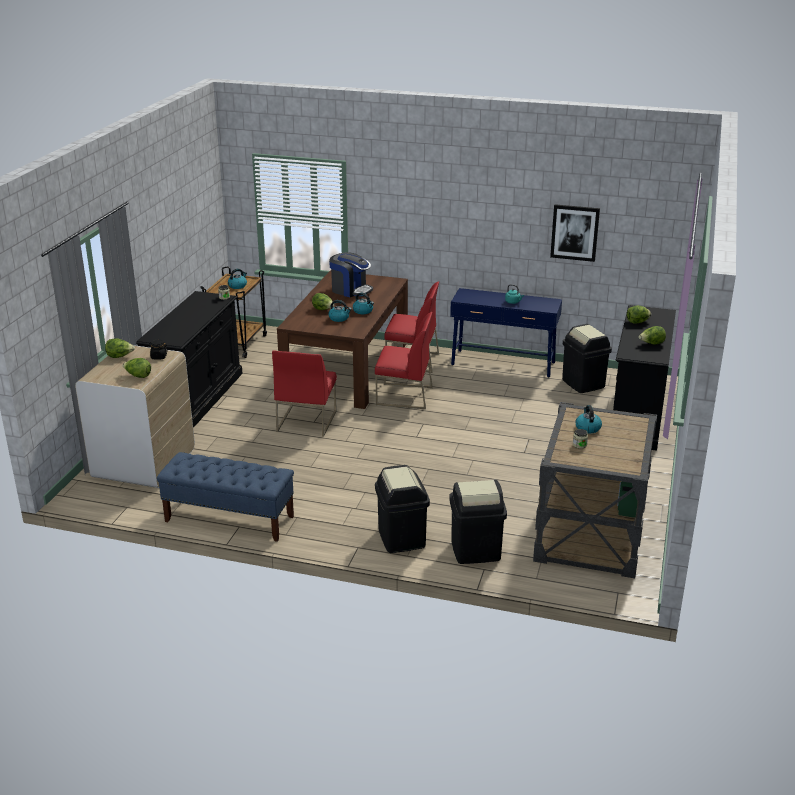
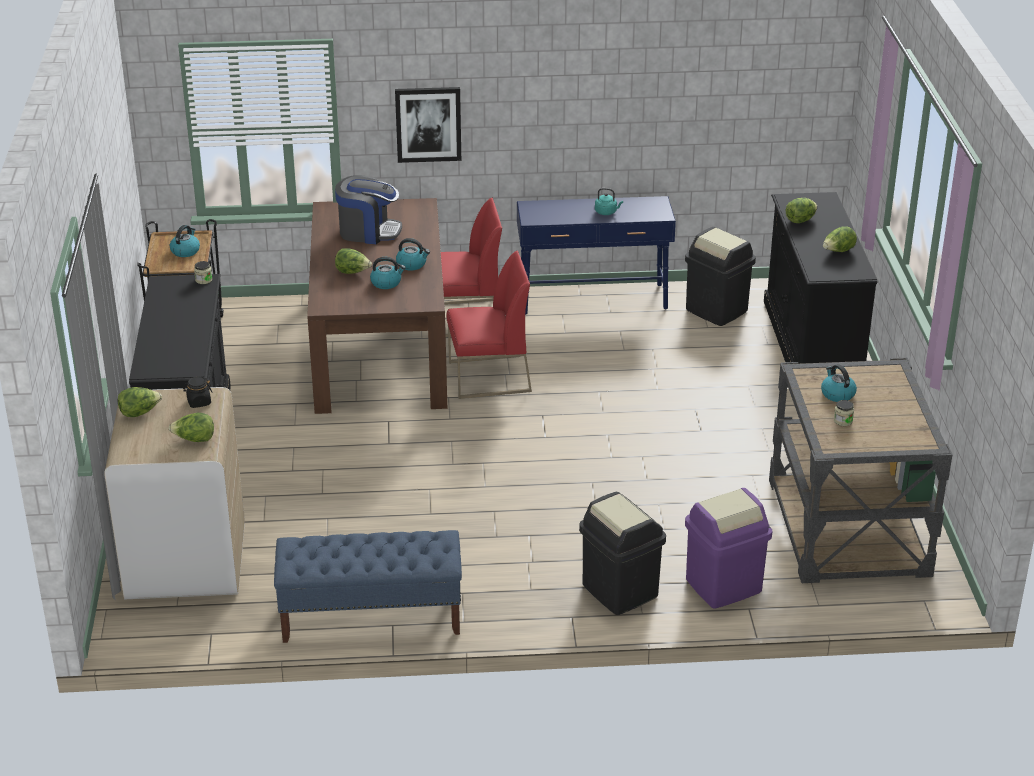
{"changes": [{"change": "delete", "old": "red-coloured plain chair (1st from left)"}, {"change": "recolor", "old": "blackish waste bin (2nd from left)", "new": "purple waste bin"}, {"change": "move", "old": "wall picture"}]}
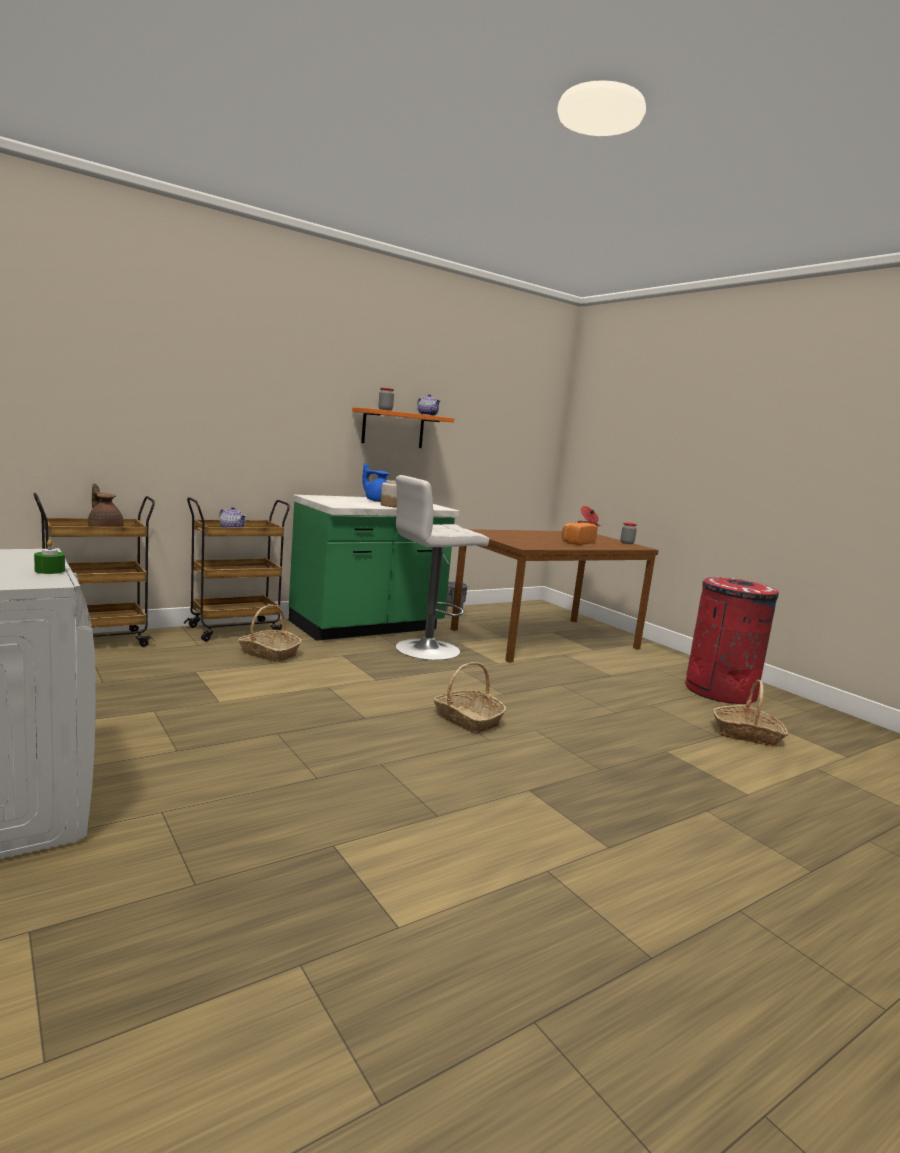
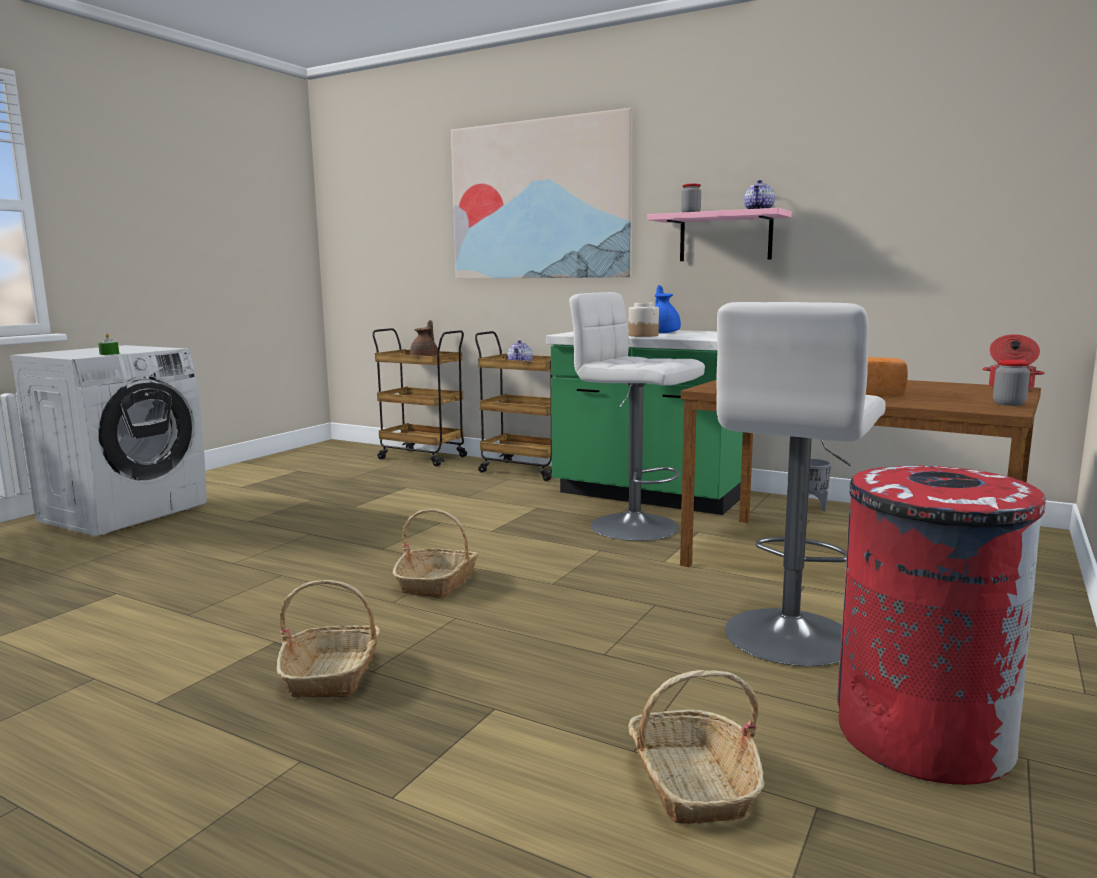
{"changes": [{"change": "move", "old": "household basket (1st from left)"}, {"change": "recolor", "old": "orange shelf", "new": "pink shelf"}, {"change": "insert", "new": "wall picture"}, {"change": "insert", "new": "white-coloured sitting stool (2nd from left)"}]}
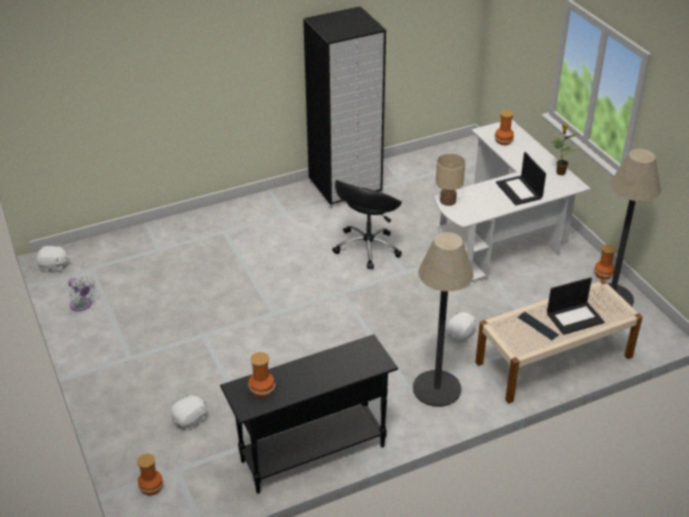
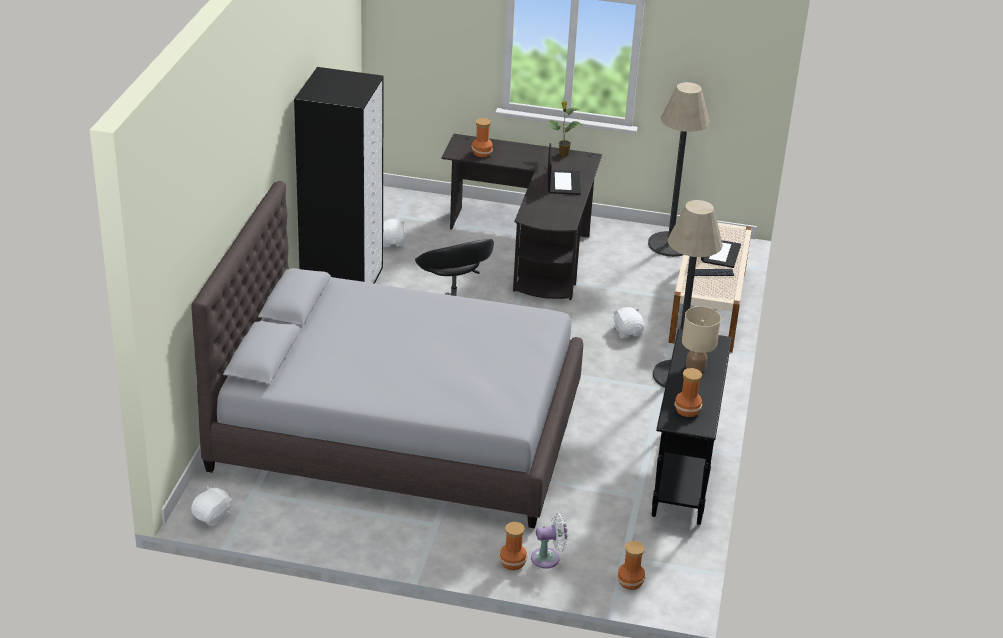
{"changes": [{"change": "move", "old": "white-coloured fan"}, {"change": "move", "old": "white-coloured soft toy (2nd from left)"}, {"change": "recolor", "old": "white-coloured desk unit", "new": "blackish desk unit"}, {"change": "move", "old": "sand-coloured table lamp"}, {"change": "rotate", "old": "portable computer (1st from left)", "degrees": -105}, {"change": "move", "old": "decorative vase (4th from left in the first image)", "new": "decorative vase (2nd from left)"}, {"change": "insert", "new": "grey sleeping bed"}]}
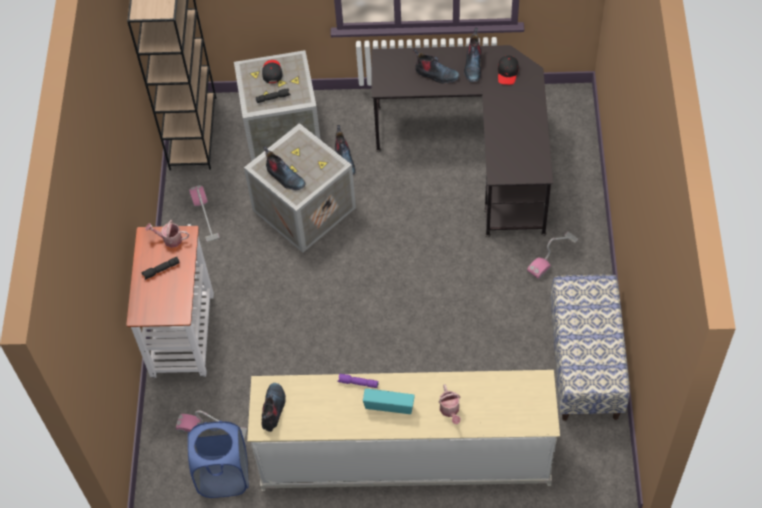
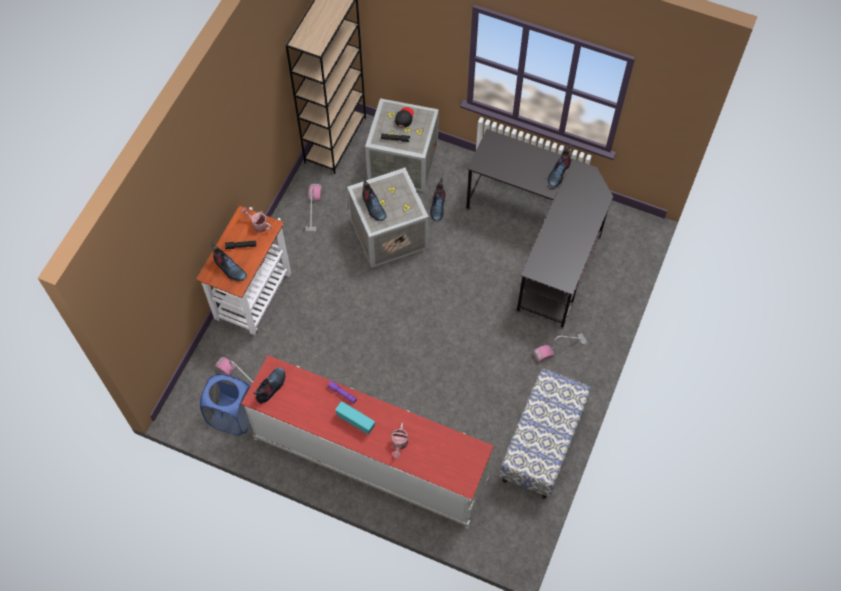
{"changes": [{"change": "recolor", "old": "sand-coloured cupboard", "new": "red-coloured cupboard"}, {"change": "move", "old": "high-top boot (4th from left in the first image)", "new": "high-top boot (1st from left)"}, {"change": "delete", "old": "blackish peaked cap (2nd from left)"}]}
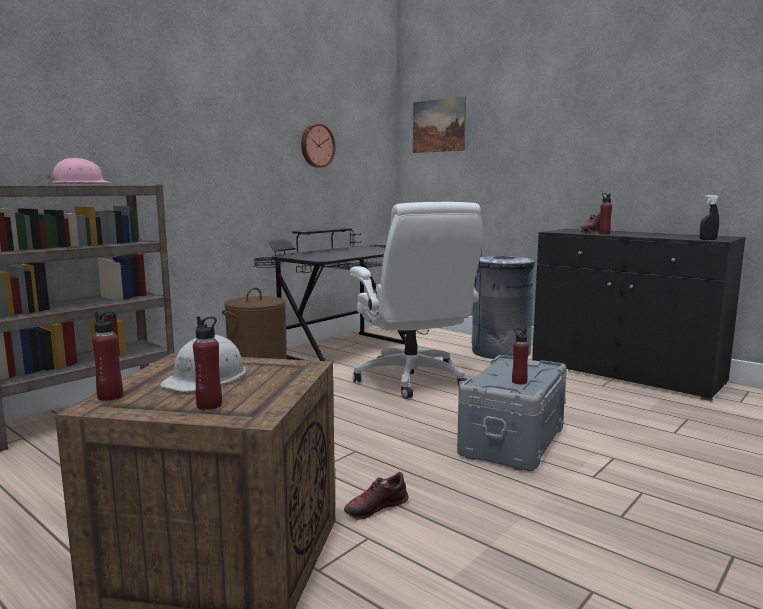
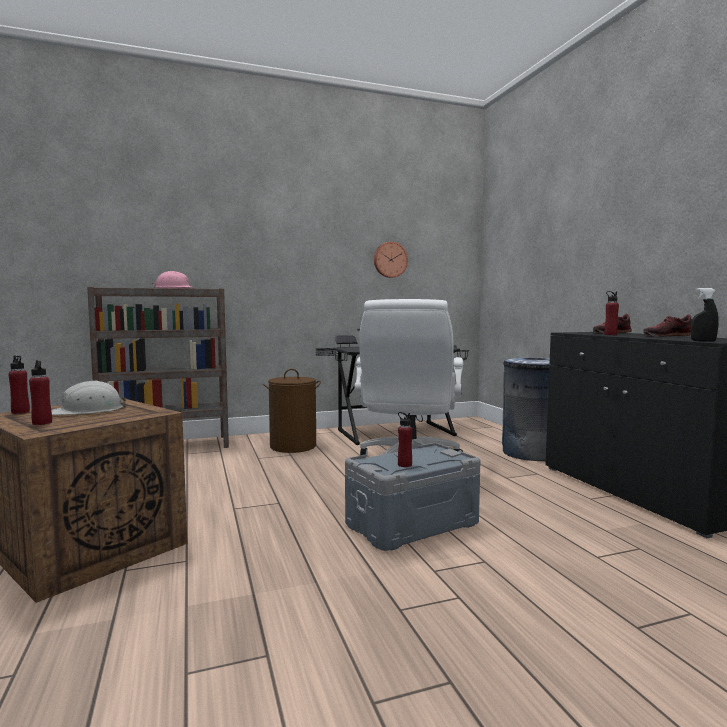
{"changes": [{"change": "move", "old": "shoe (1st from left in the first image)", "new": "shoe (2nd from left)"}, {"change": "delete", "old": "wall picture"}]}
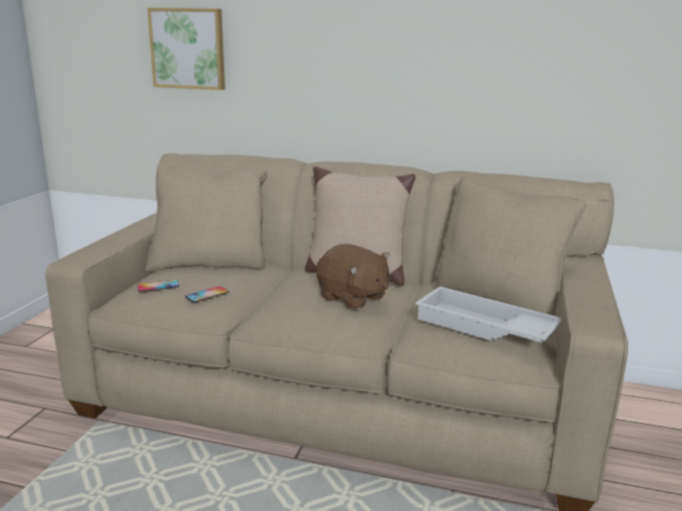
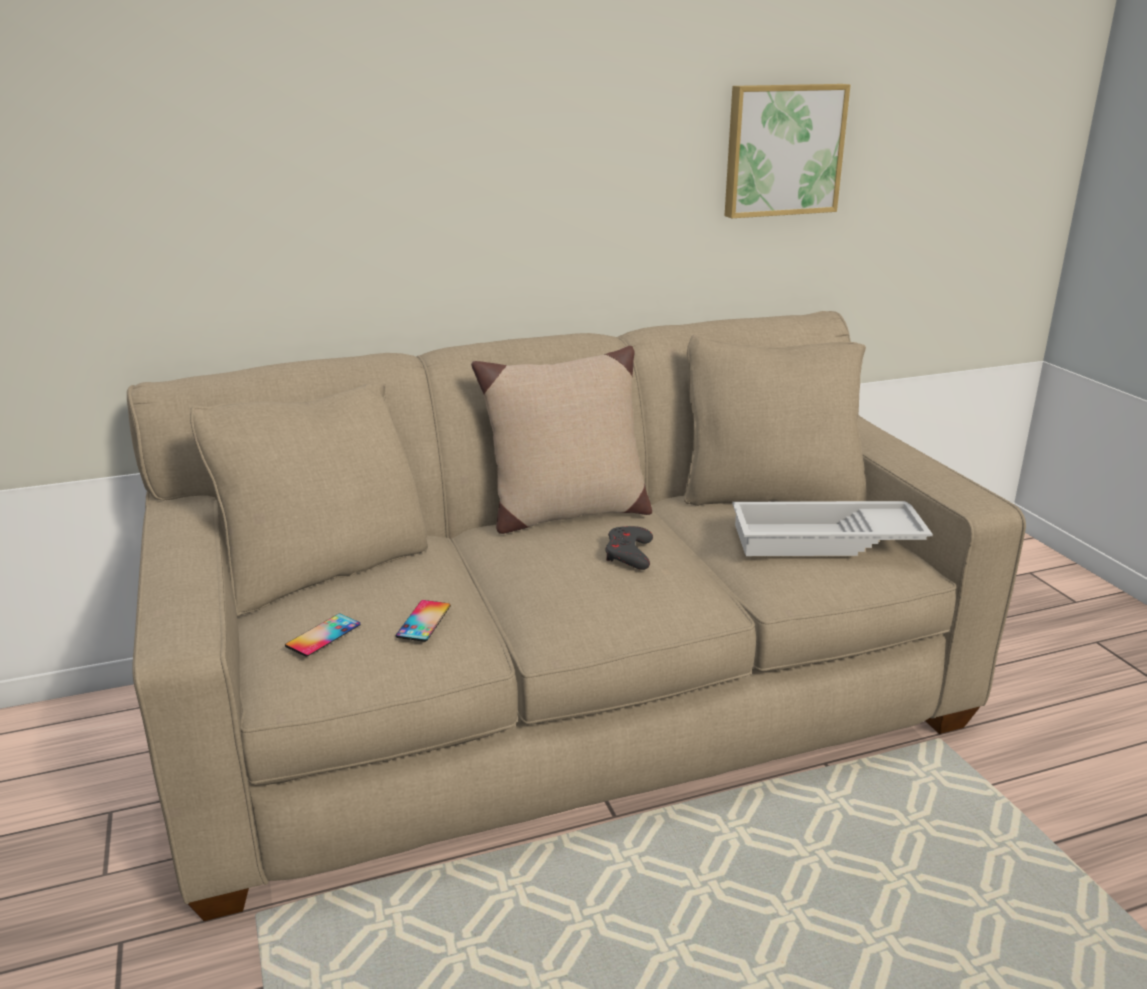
{"changes": [{"change": "move", "old": "wall picture"}, {"change": "replace", "old": "brown-coloured soft toy", "new": "grey joypad"}]}
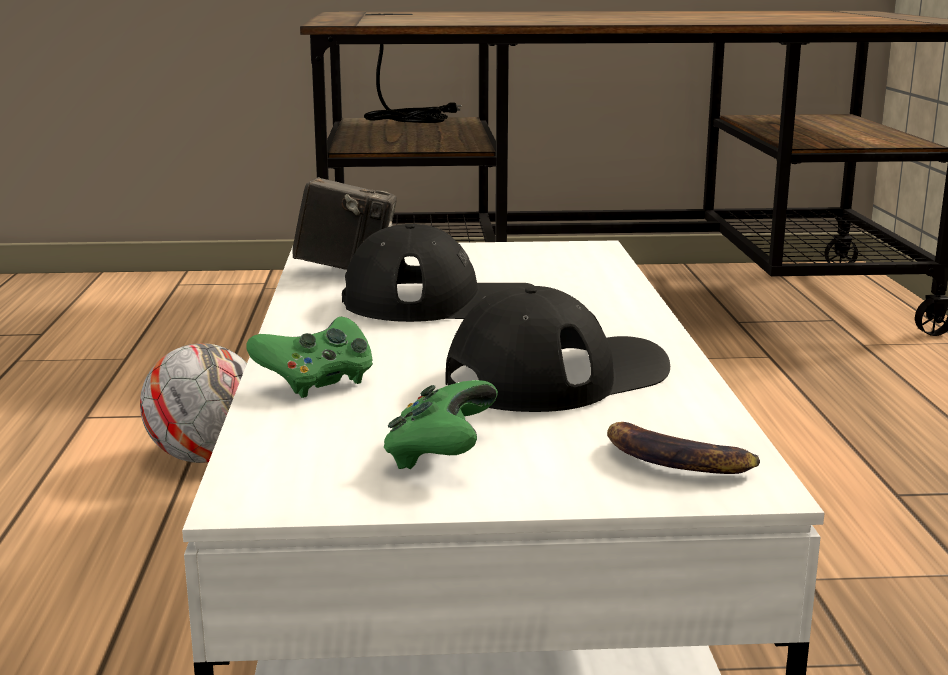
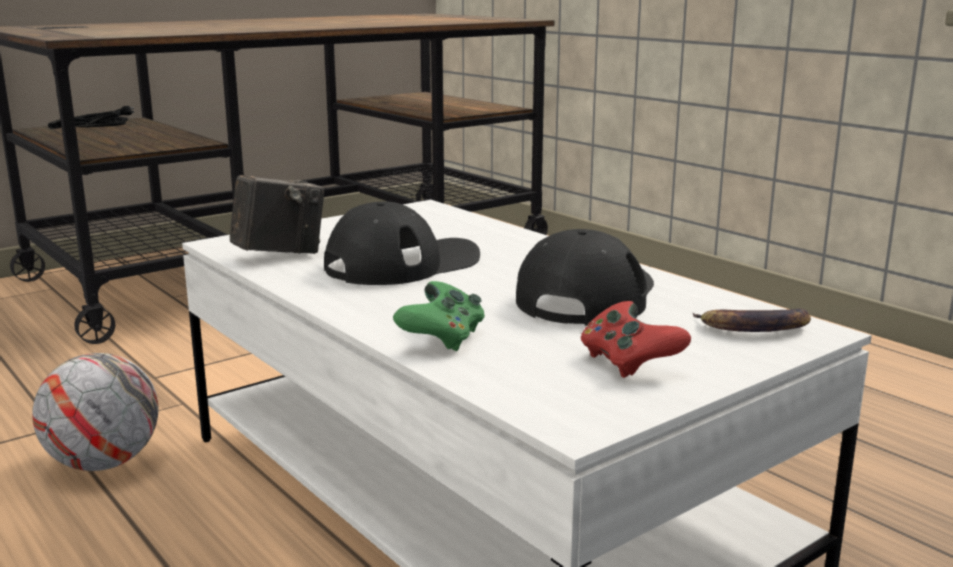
{"changes": [{"change": "recolor", "old": "greenish joypad (2nd from left)", "new": "red-coloured joypad"}]}
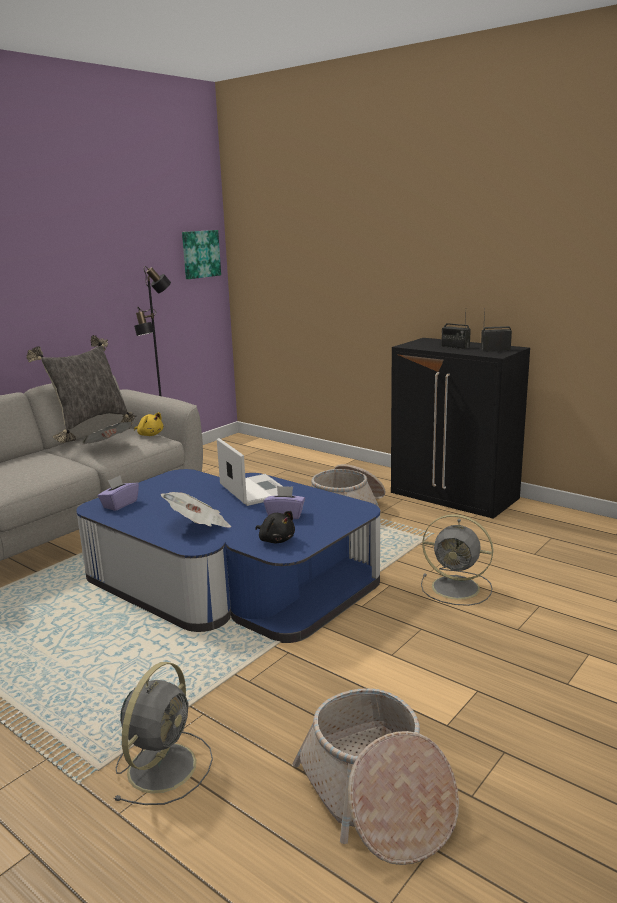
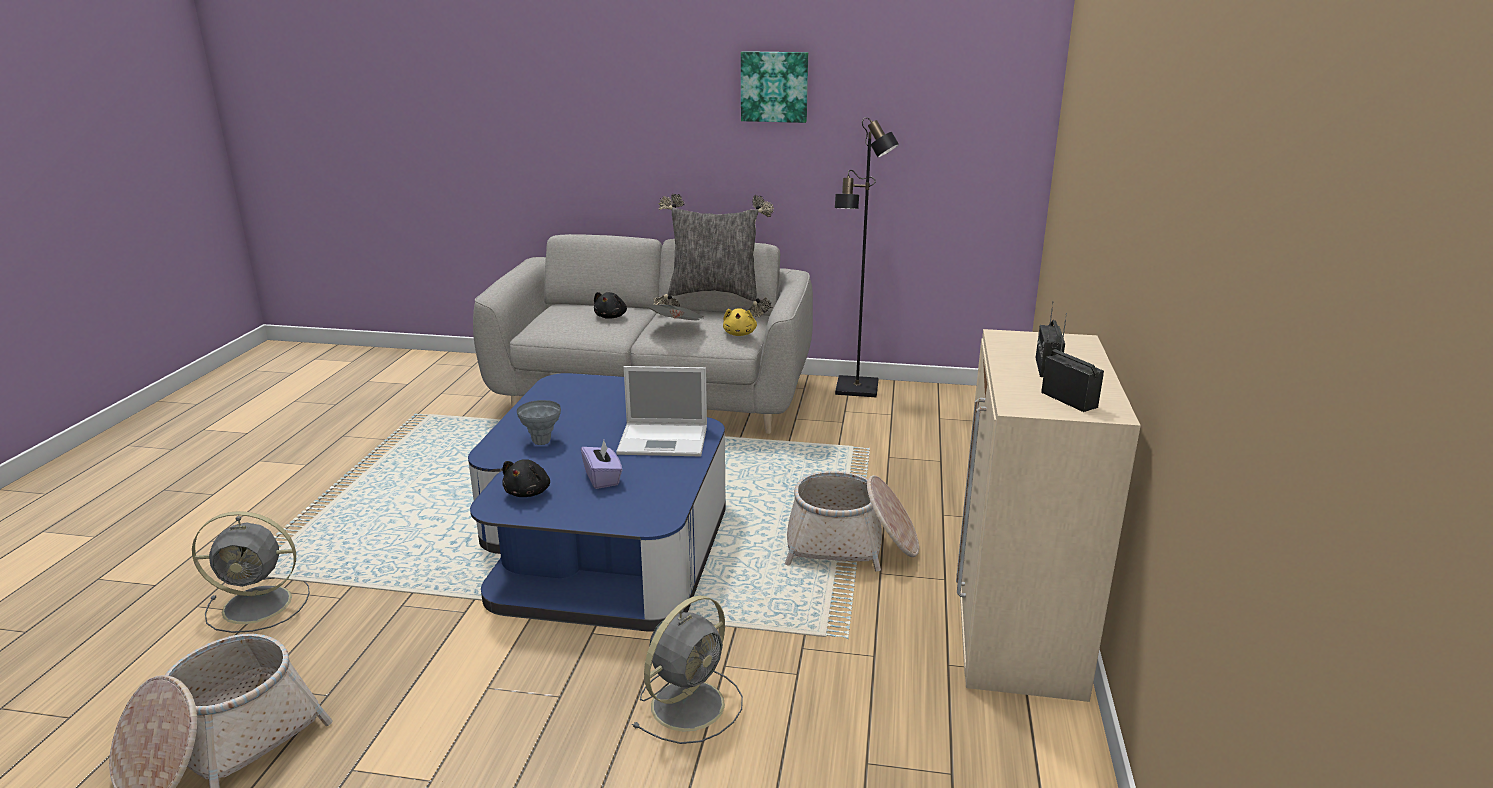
{"changes": [{"change": "delete", "old": "purple box of tissues (1st from left)"}, {"change": "replace", "old": "daily paper (2nd from left)", "new": "grey decorative vase"}, {"change": "move", "old": "wall picture"}, {"change": "rotate", "old": "portable computer", "degrees": 60}, {"change": "recolor", "old": "blackish cupboard", "new": "sand-coloured cupboard"}, {"change": "rotate", "old": "grey fan (2nd from left)", "degrees": -135}, {"change": "insert", "new": "blackish soft toy (2nd from left)"}]}
